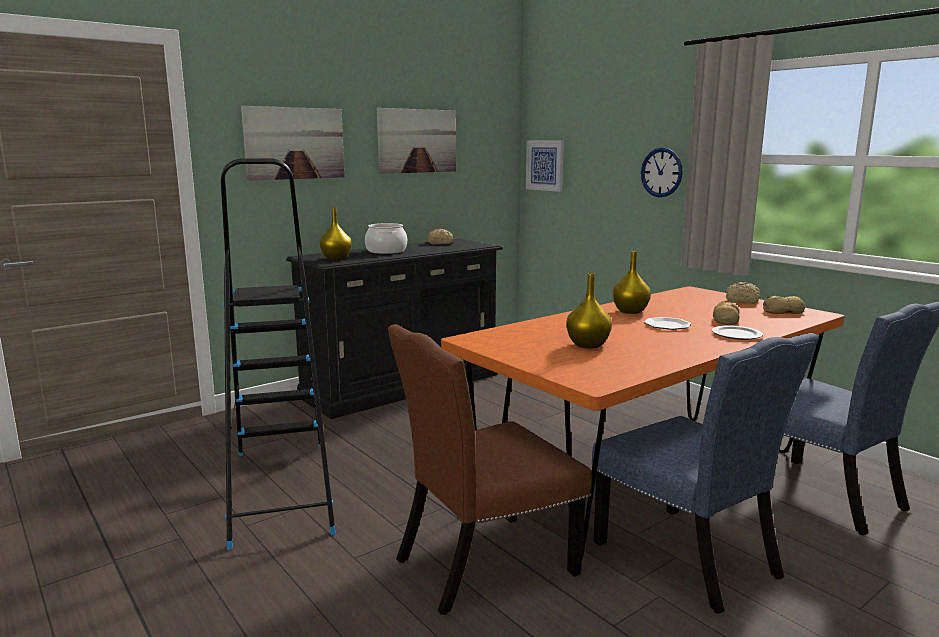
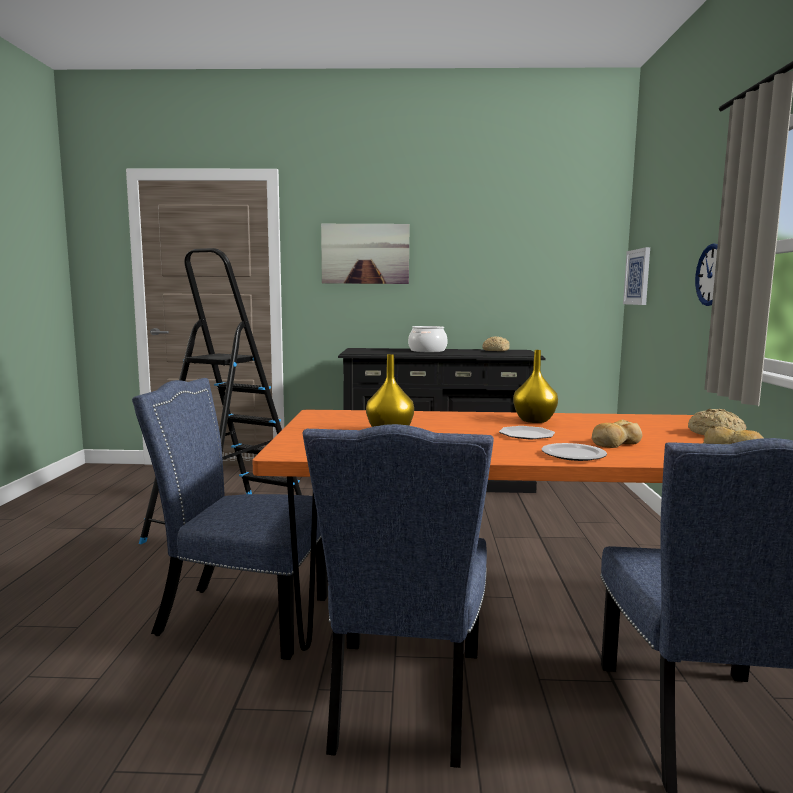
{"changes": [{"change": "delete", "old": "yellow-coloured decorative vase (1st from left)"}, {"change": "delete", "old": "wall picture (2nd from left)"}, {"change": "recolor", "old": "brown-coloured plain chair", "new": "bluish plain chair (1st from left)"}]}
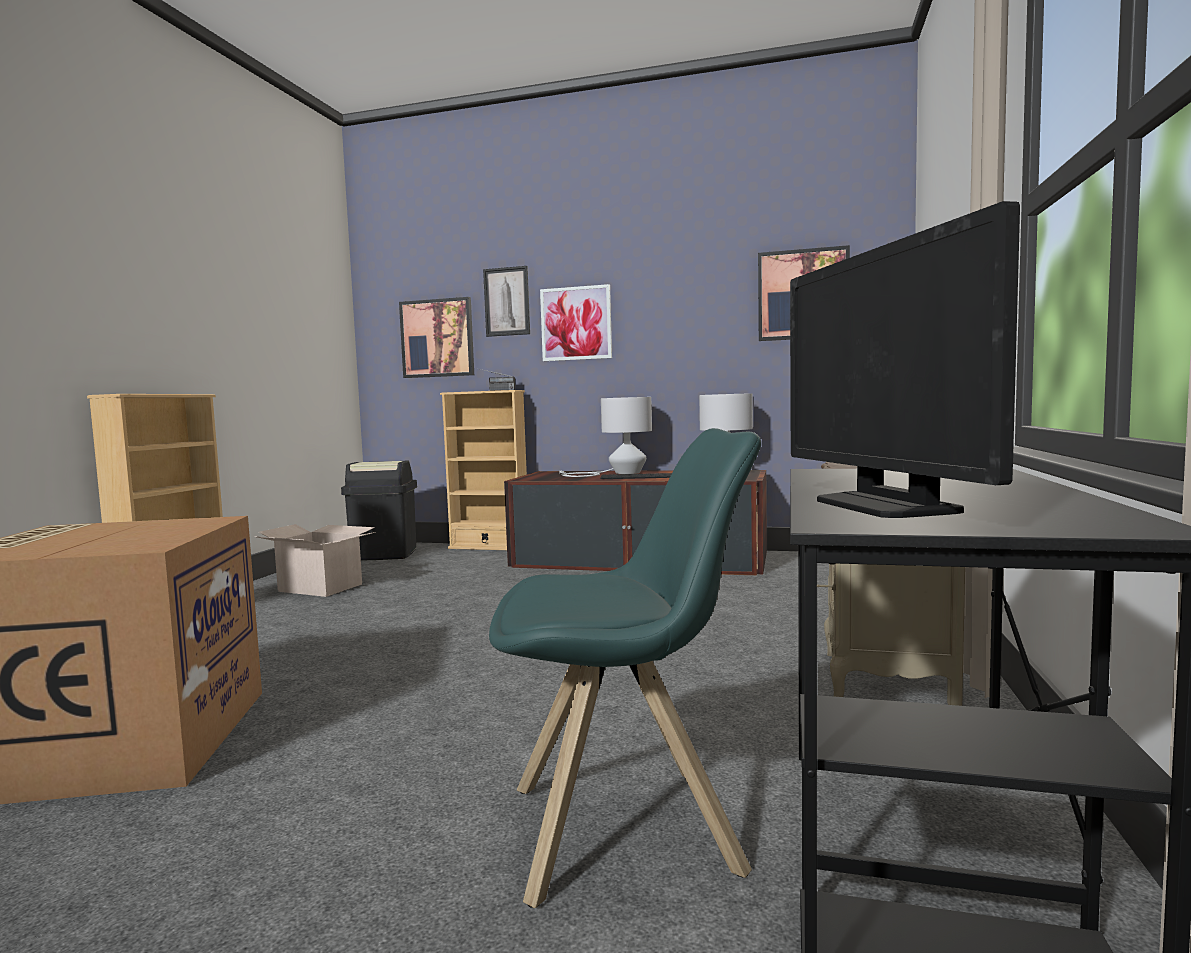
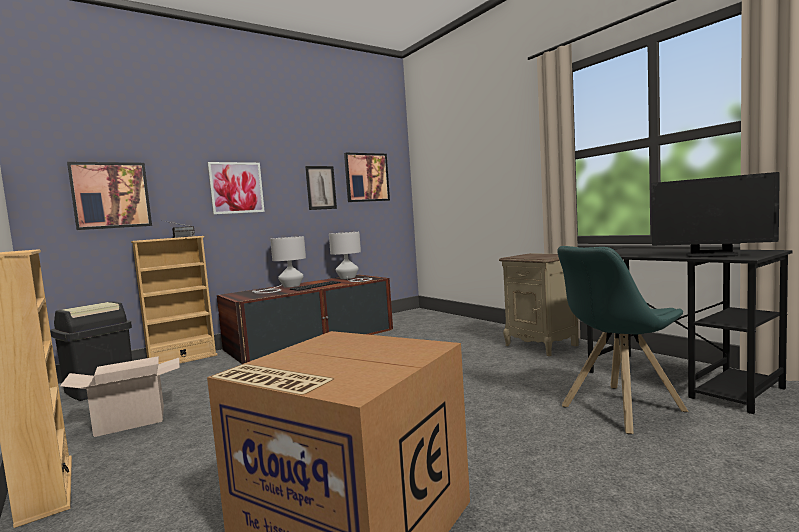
{"changes": [{"change": "move", "old": "wall picture (2nd from left in the first image)", "new": "wall picture (3rd from left)"}, {"change": "rotate", "old": "turquoise-coloured plain chair", "degrees": -150}]}
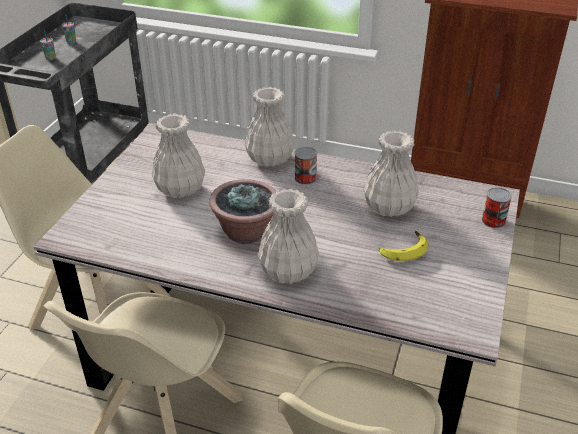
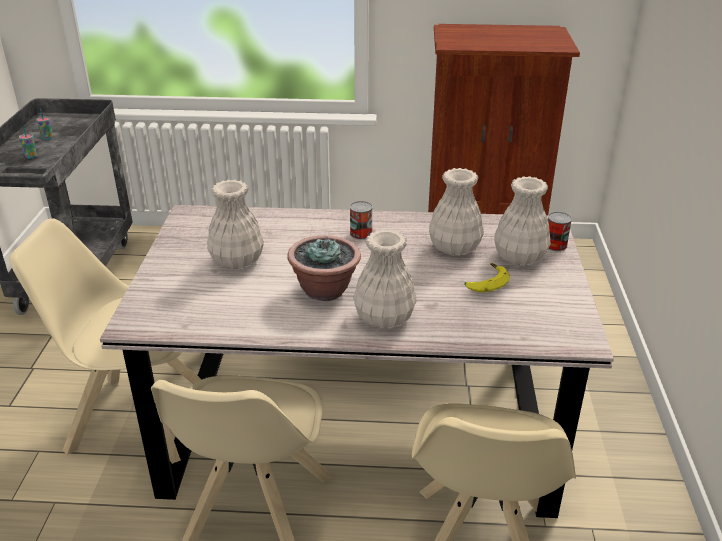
{"changes": [{"change": "move", "old": "white-coloured decorative vase (2nd from left in the first image)", "new": "white-coloured decorative vase (4th from left)"}]}
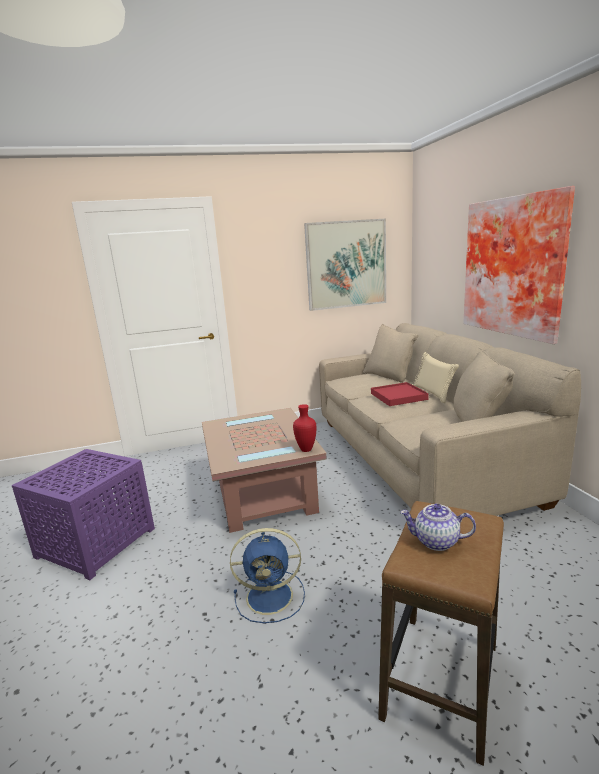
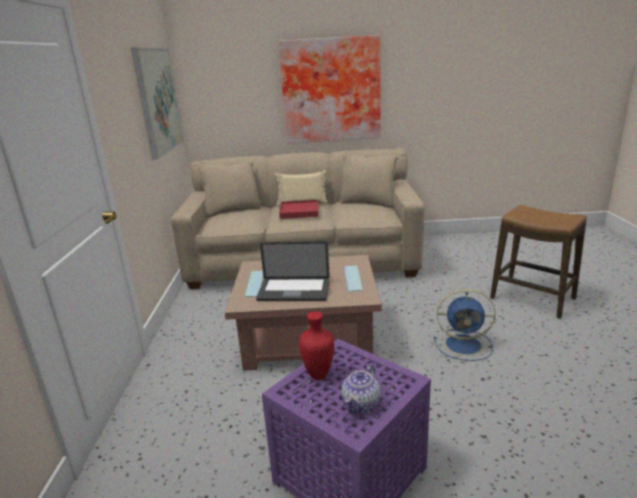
{"changes": [{"change": "rotate", "old": "bluish fan", "degrees": 90}, {"change": "move", "old": "red-coloured decorative vase"}, {"change": "move", "old": "teapot"}, {"change": "insert", "new": "portable computer"}]}
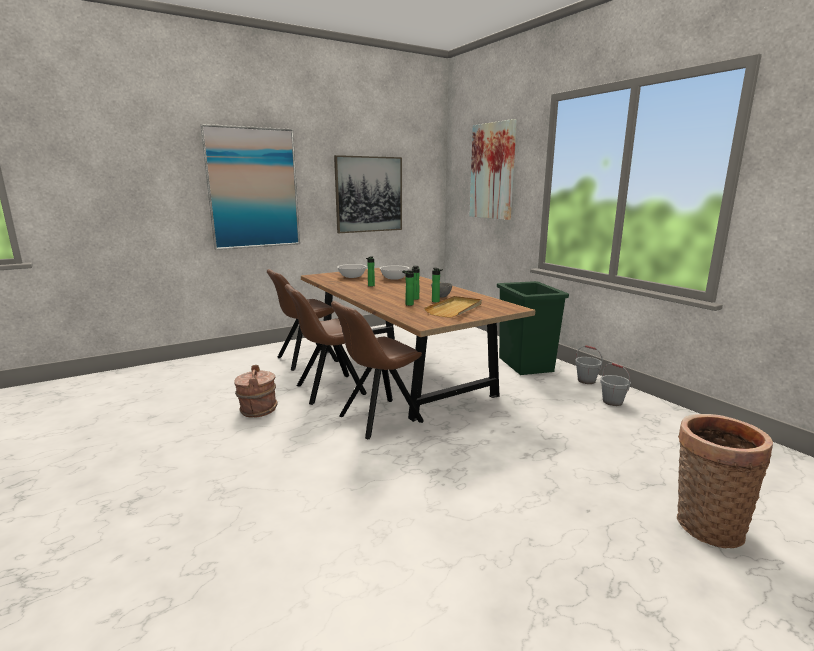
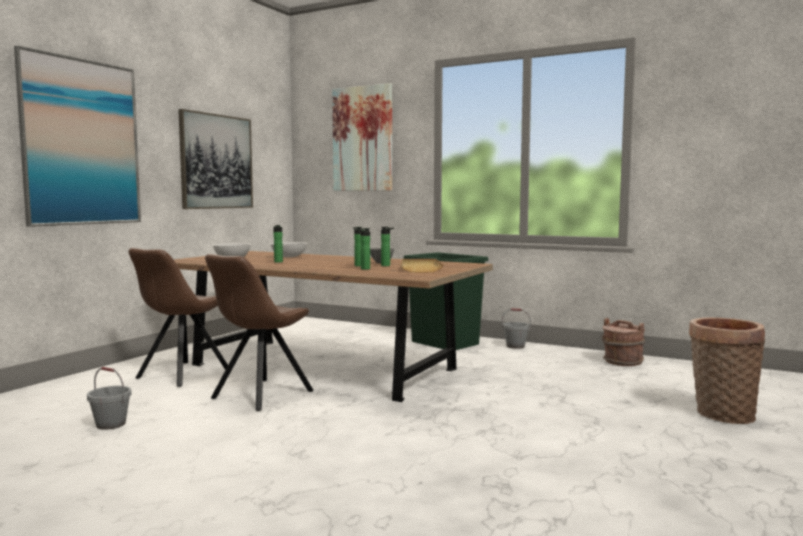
{"changes": [{"change": "move", "old": "brown-coloured pail"}, {"change": "delete", "old": "brown-coloured plain chair (3rd from left)"}, {"change": "move", "old": "grey pail (2nd from left in the first image)", "new": "grey pail (1st from left)"}]}
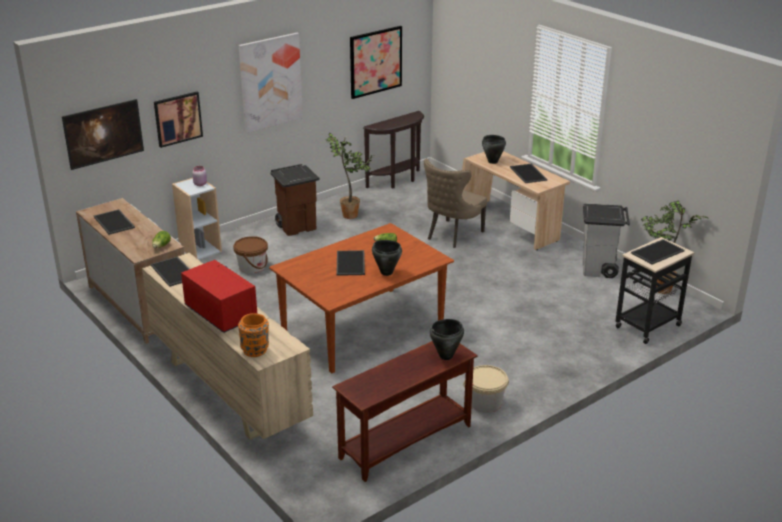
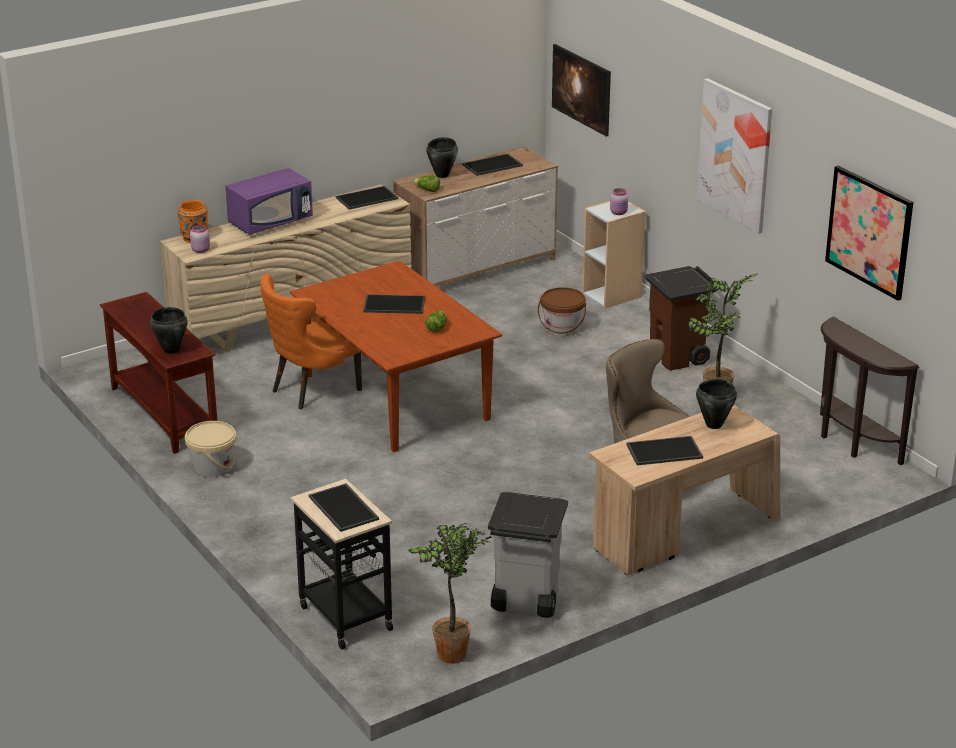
{"changes": [{"change": "delete", "old": "wall picture (2nd from left)"}, {"change": "recolor", "old": "red-coloured microwave", "new": "purple microwave"}, {"change": "move", "old": "blackish stockpot (1st from left in the first image)", "new": "blackish stockpot (2nd from left)"}, {"change": "insert", "new": "pink storage jar (1st from left)"}, {"change": "insert", "new": "orange plain chair"}]}
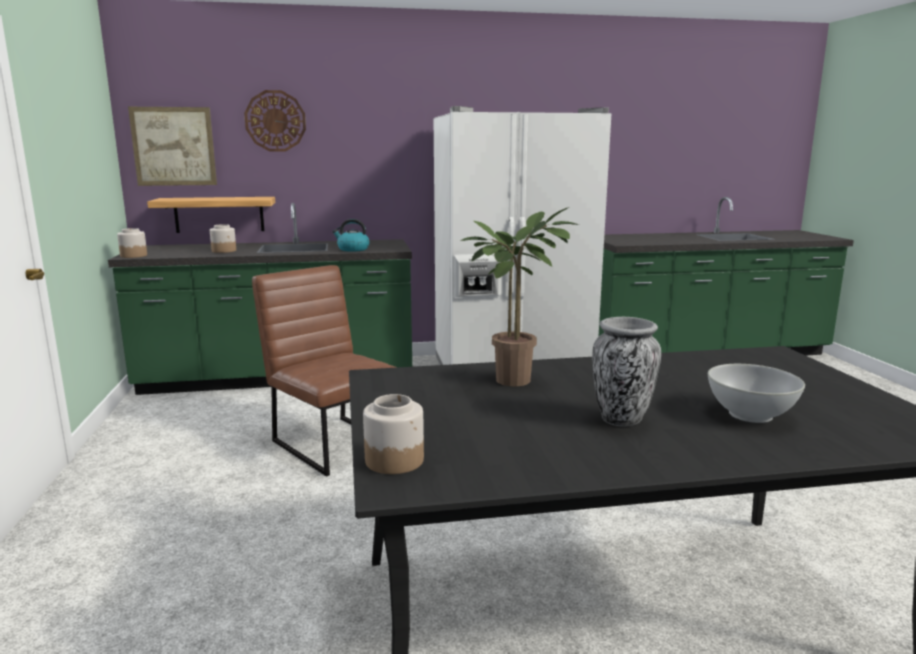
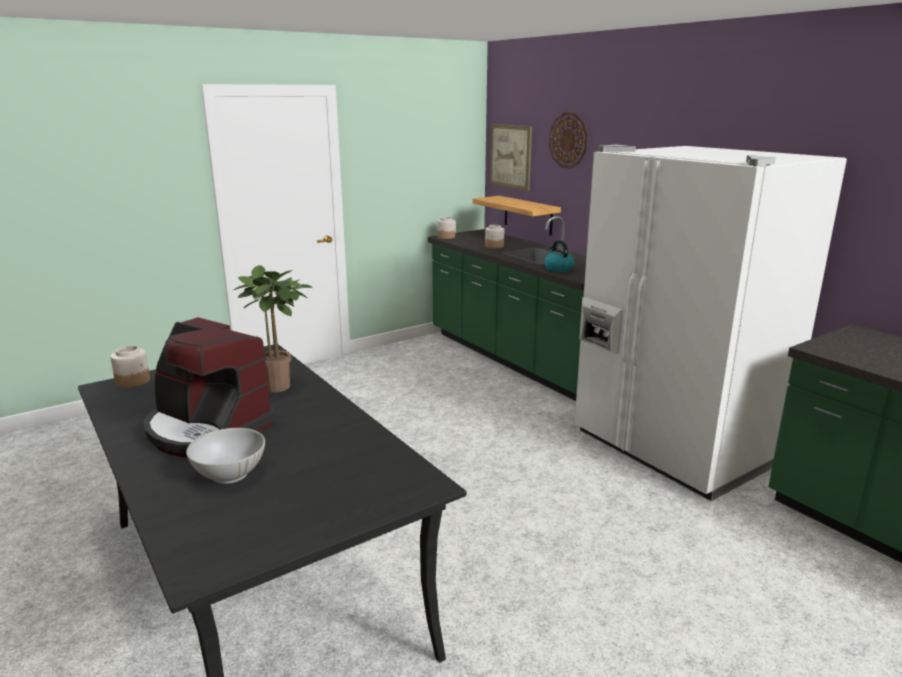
{"changes": [{"change": "delete", "old": "brown-coloured plain chair"}, {"change": "replace", "old": "decorative vase", "new": "coffee brewer"}]}
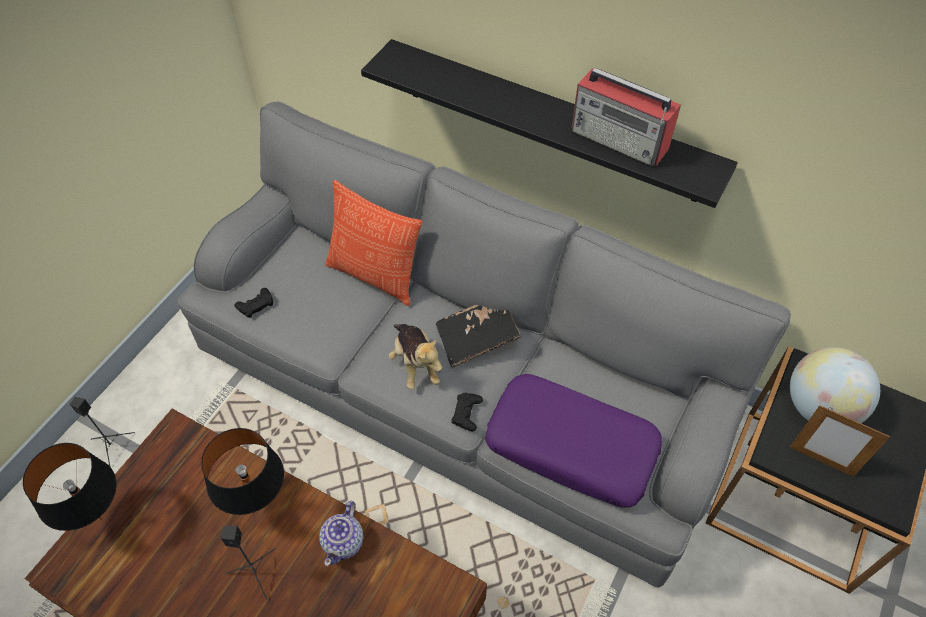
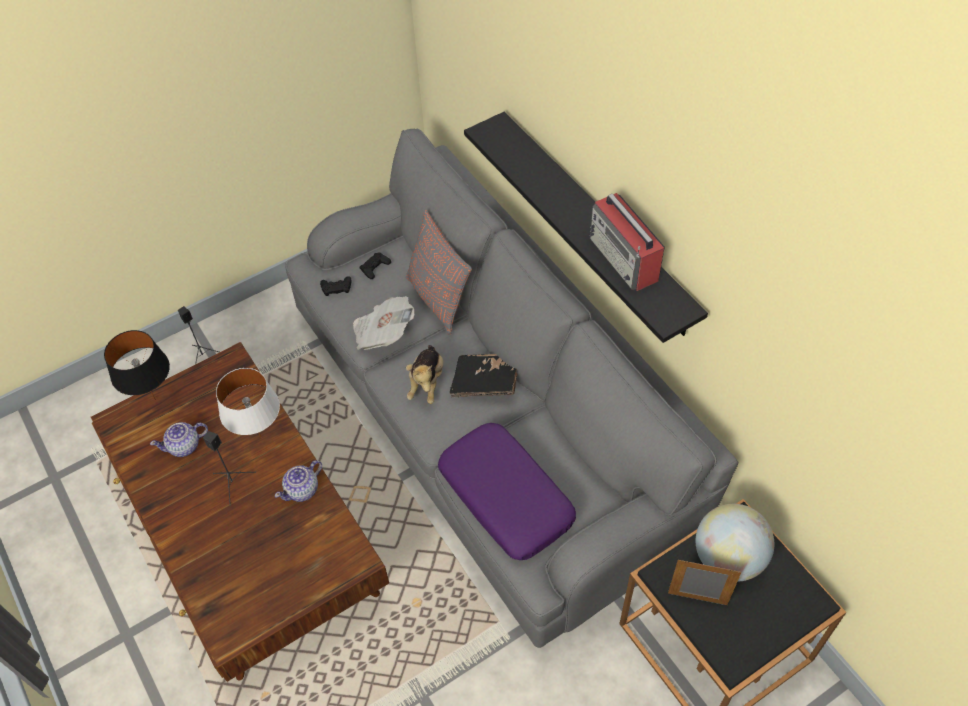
{"changes": [{"change": "recolor", "old": "blackish table lamp (2nd from left)", "new": "white-coloured table lamp"}, {"change": "recolor", "old": "orange throw pillow", "new": "grey throw pillow"}, {"change": "move", "old": "blackish joypad (2nd from left)"}, {"change": "rotate", "old": "standing frame", "degrees": 135}, {"change": "insert", "new": "teapot (1st from left)"}, {"change": "insert", "new": "daily paper"}]}
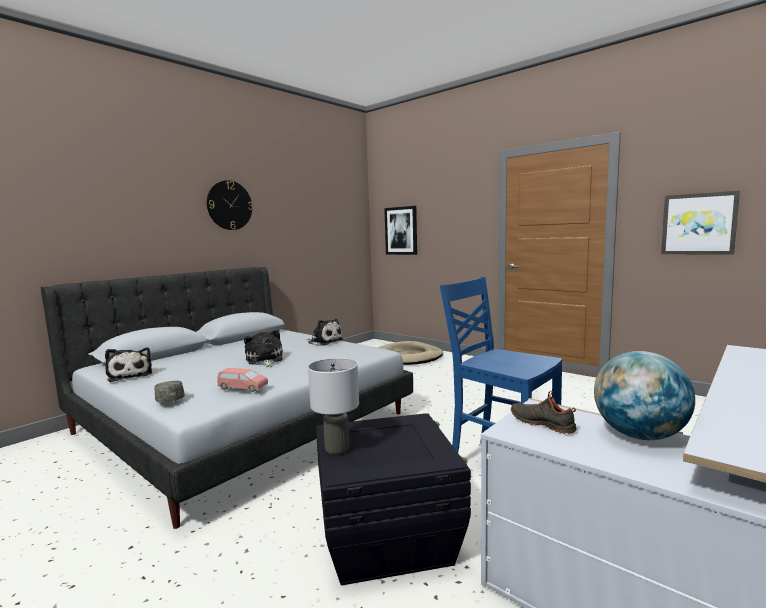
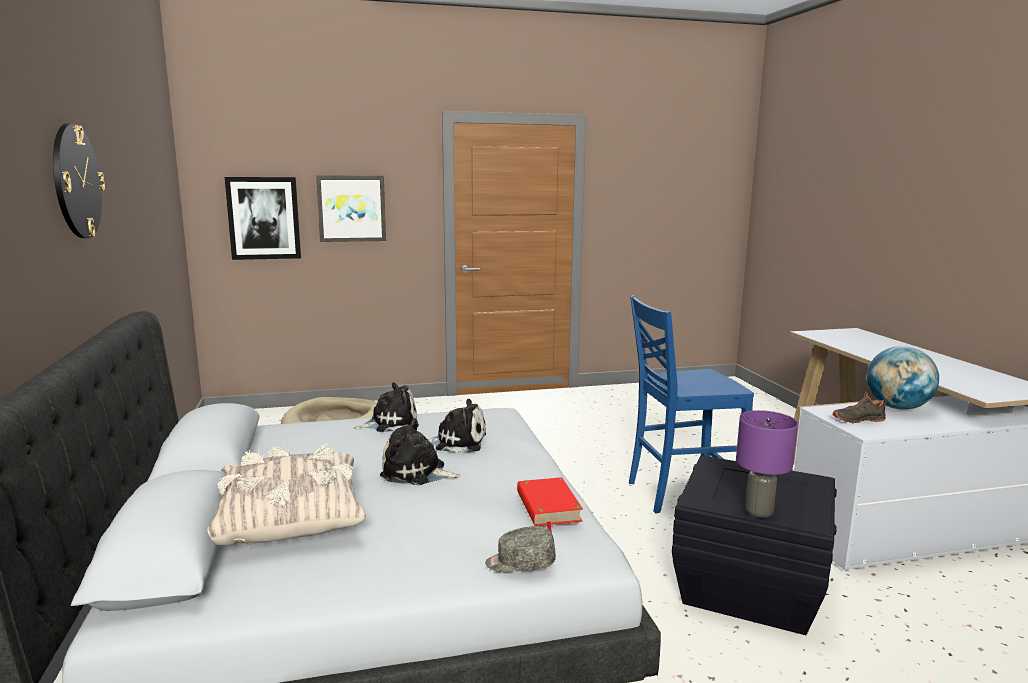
{"changes": [{"change": "move", "old": "soft toy (1st from left in the first image)", "new": "soft toy (3rd from left)"}, {"change": "replace", "old": "pink toy car", "new": "red-coloured bound book"}, {"change": "recolor", "old": "white-coloured table lamp", "new": "purple table lamp"}, {"change": "move", "old": "wall picture (2nd from left)"}, {"change": "insert", "new": "sand-coloured throw pillow"}]}
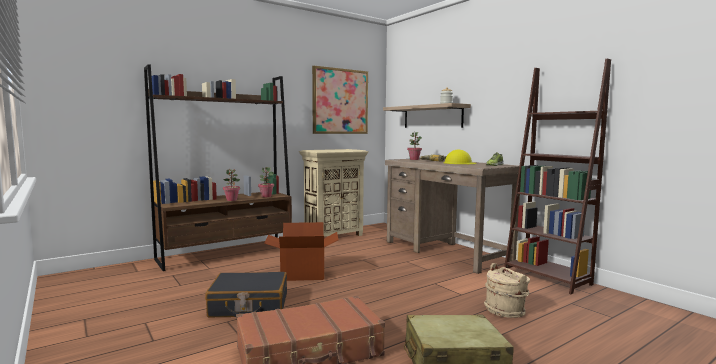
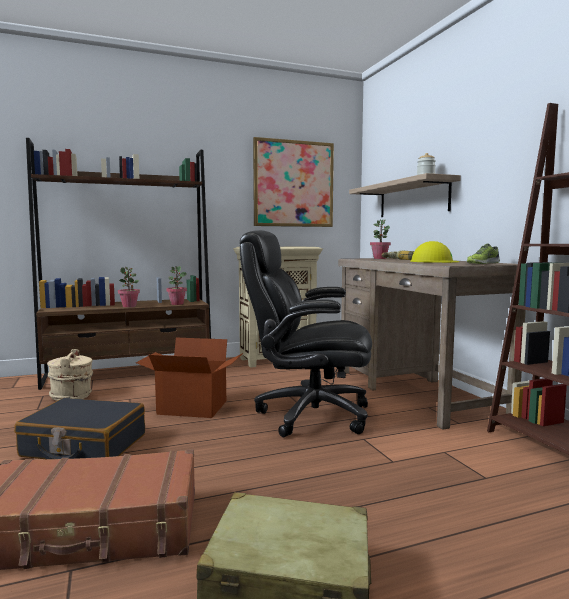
{"changes": [{"change": "move", "old": "sand-coloured pail"}, {"change": "insert", "new": "blackish desk chair"}]}
